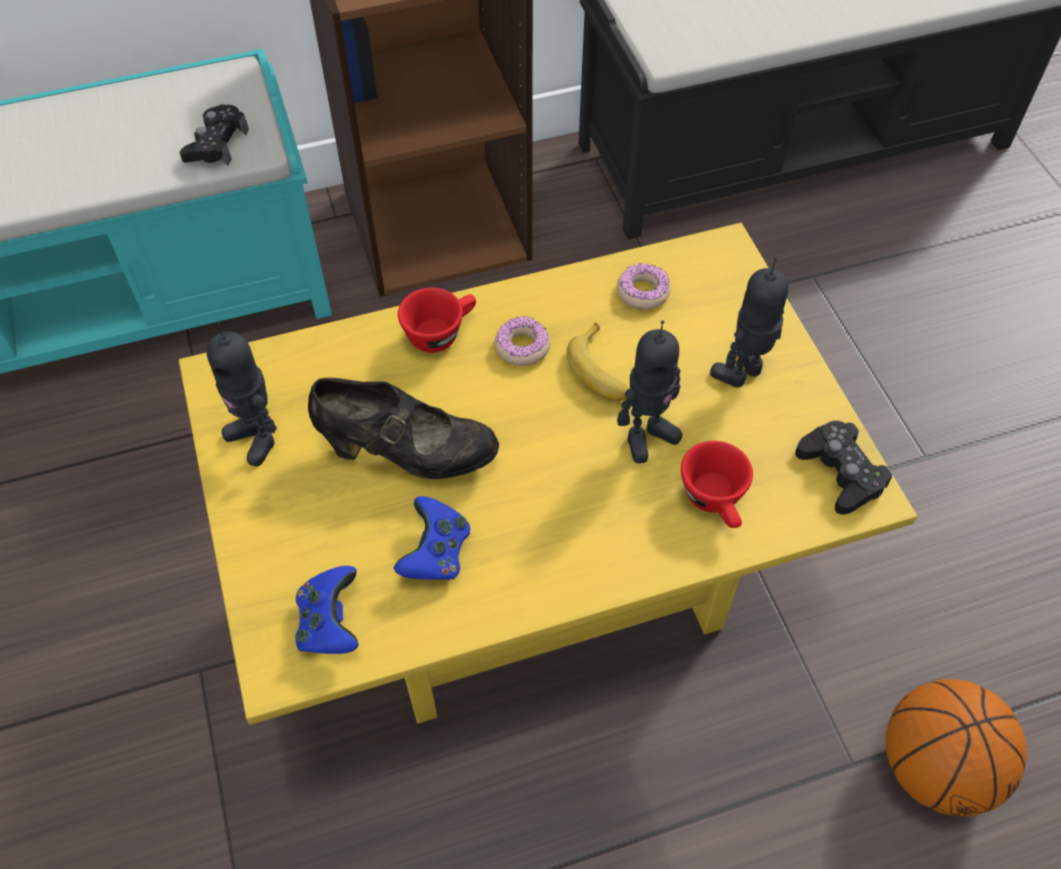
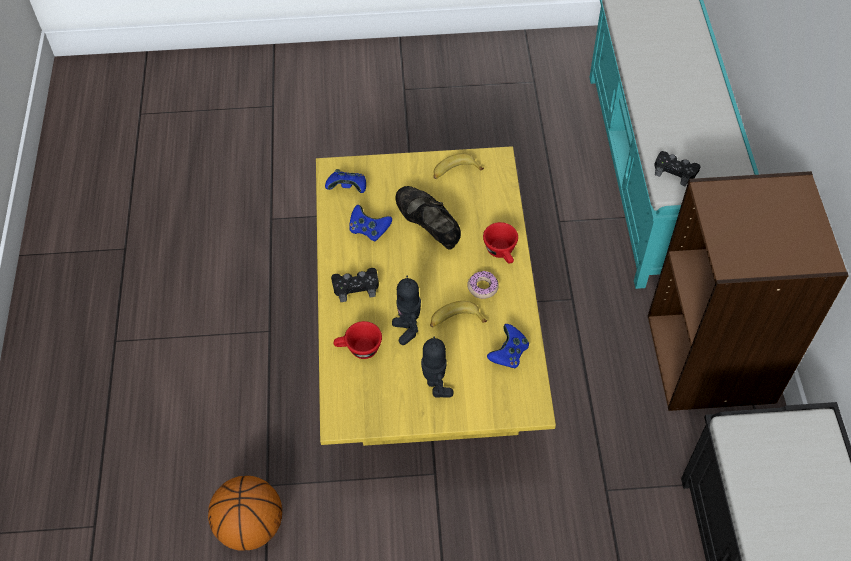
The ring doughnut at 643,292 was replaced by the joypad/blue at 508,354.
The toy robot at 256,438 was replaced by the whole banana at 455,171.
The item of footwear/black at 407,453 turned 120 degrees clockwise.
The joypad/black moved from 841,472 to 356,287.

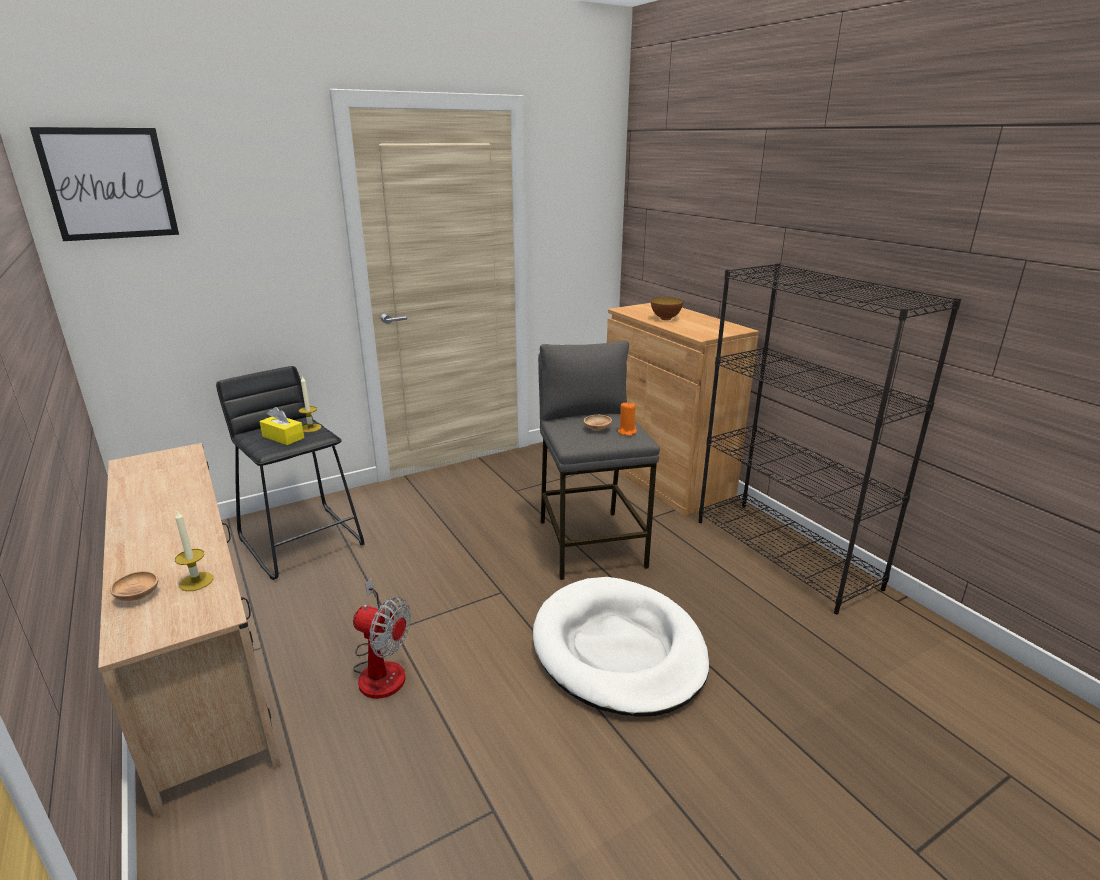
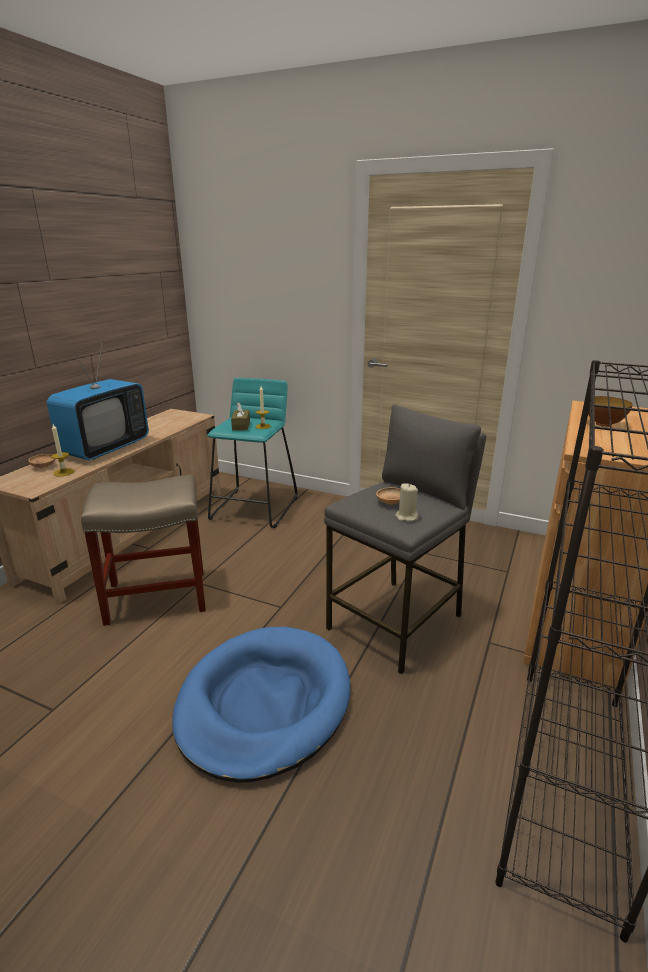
The wall picture at 109,184 disappeared.
The sitting stool/black at 303,541 became the sitting stool/blue-green at 255,508.
The candle/orange at 627,432 became the candle/beige-coloured at 406,517.
The tissue holder/yellow at 283,437 became the tissue holder/brownish at 241,425.
The dog cushion/whitish at 618,650 became the dog cushion/blue at 264,703.
The cooling fan at 381,668 was replaced by the sitting stool/beige-coloured at 159,596.
The TV set at 106,448 appeared.

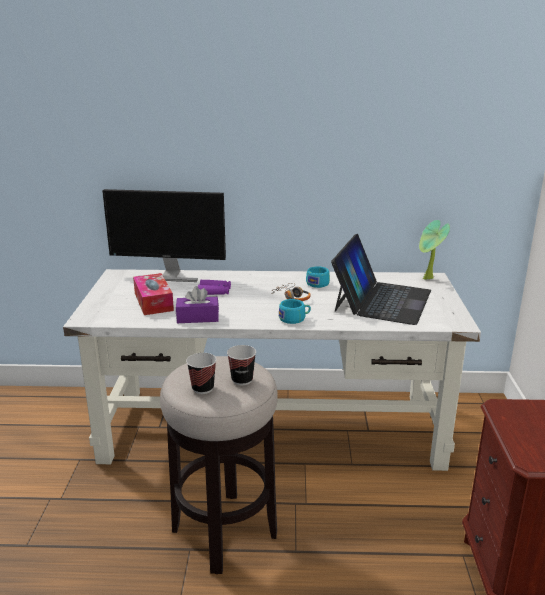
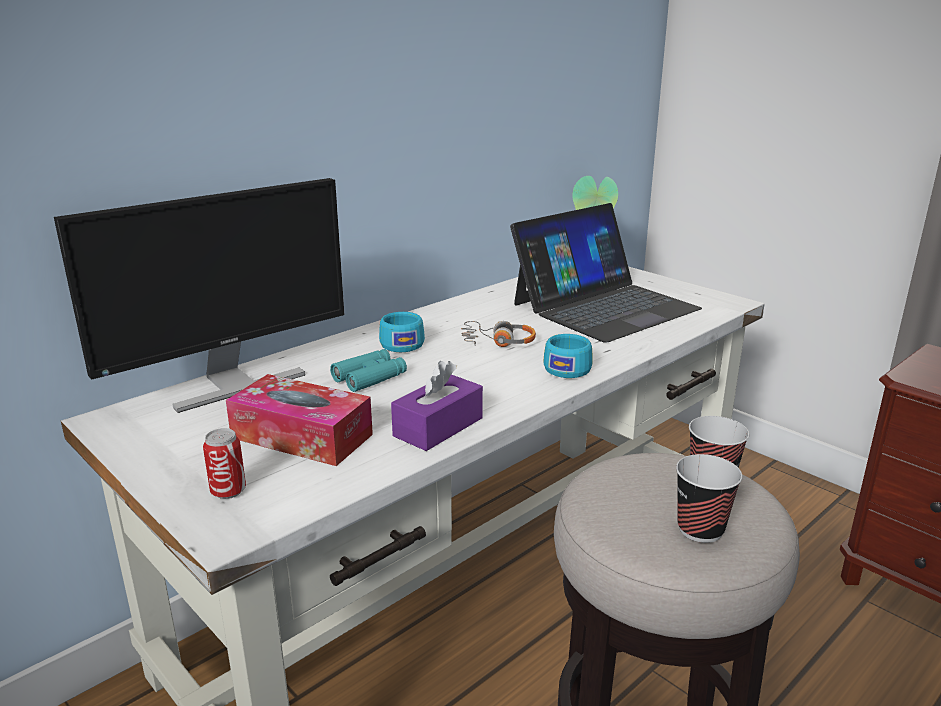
The notebook computer at 381,300 turned 75 degrees clockwise.
The cup/blue-green moved from 319,283 to 401,343.
The field glasses/purplish at 214,291 became the field glasses/blue-green at 370,377.
The can at 228,491 appeared.

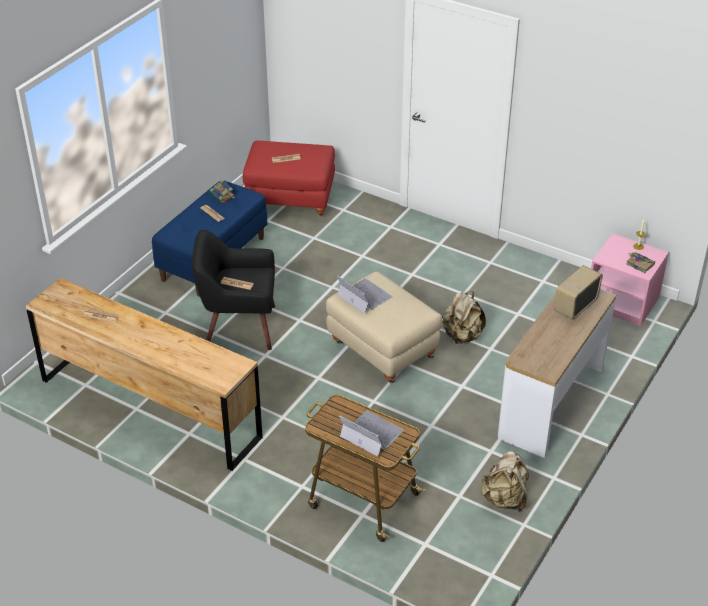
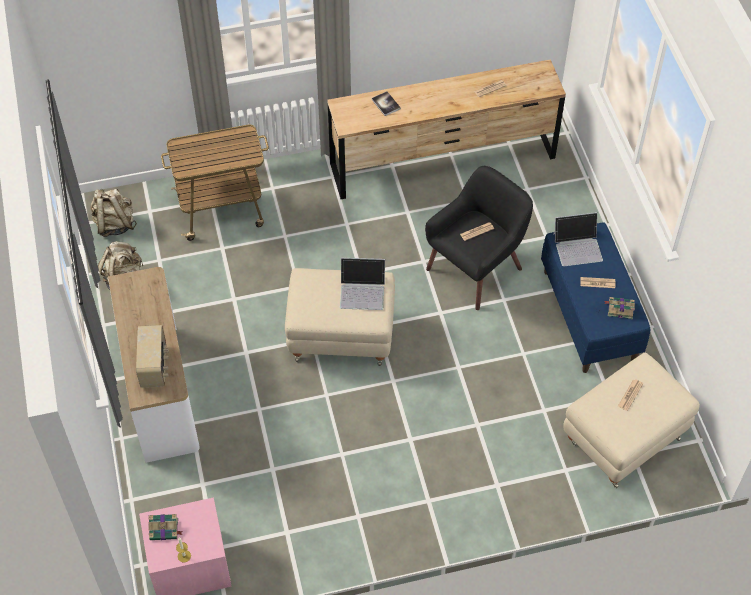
The ottoman/red-coloured at 290,202 became the ottoman/beige-coloured at 623,437.
The rucksack/beige-coloured moved from 462,336 to 114,224.
The notebook computer moved from 371,434 to 578,246.
The bound book at 386,104 appeared.

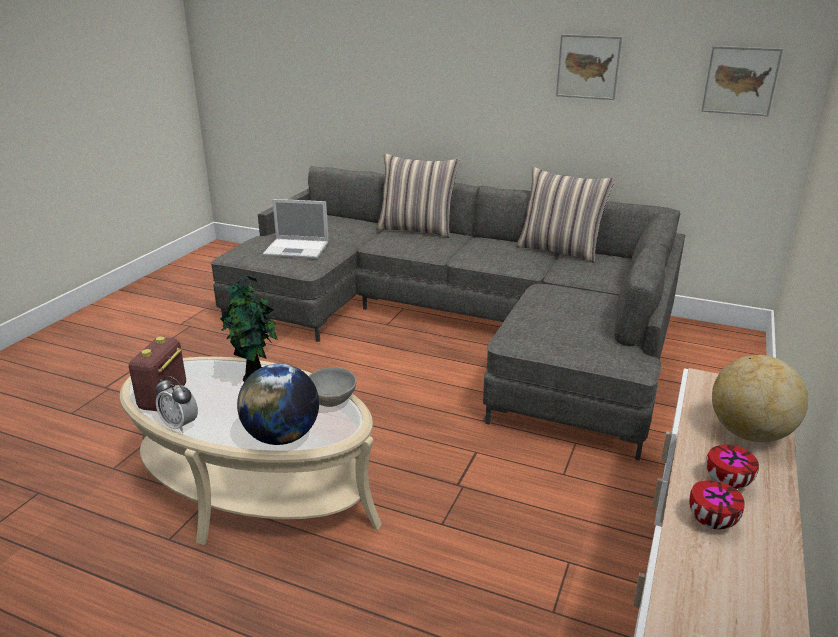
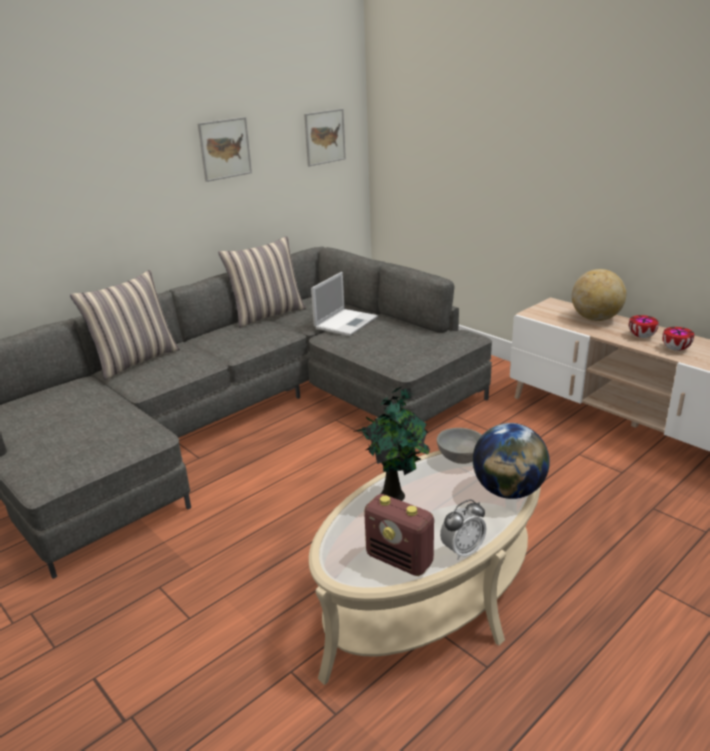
The notebook computer moved from 297,249 to 346,322.

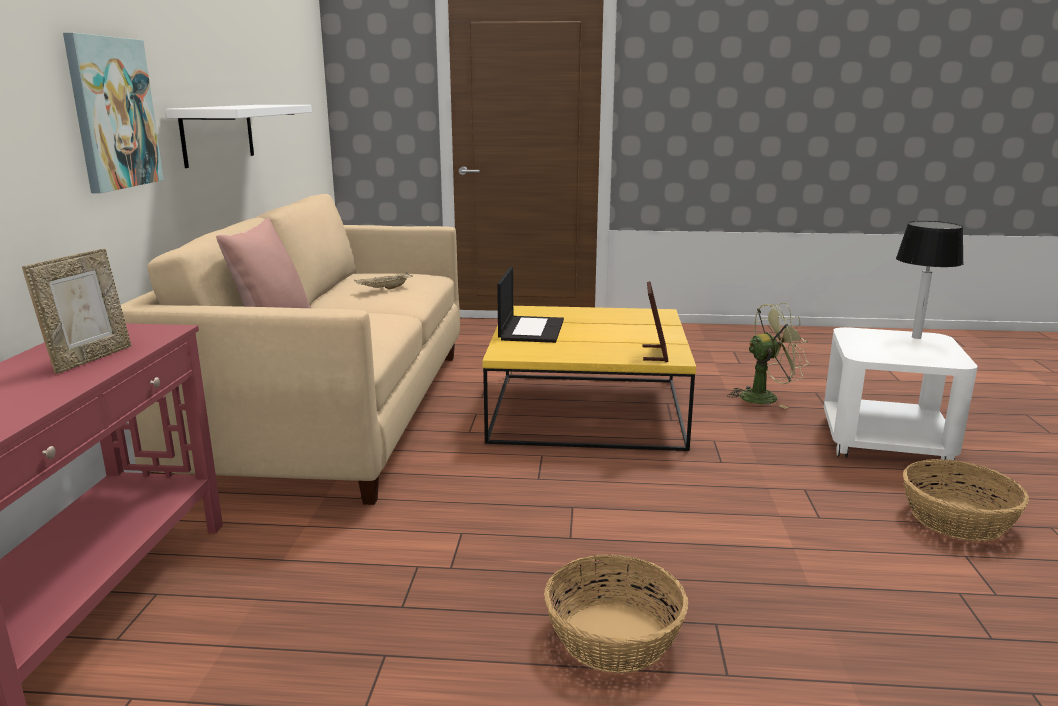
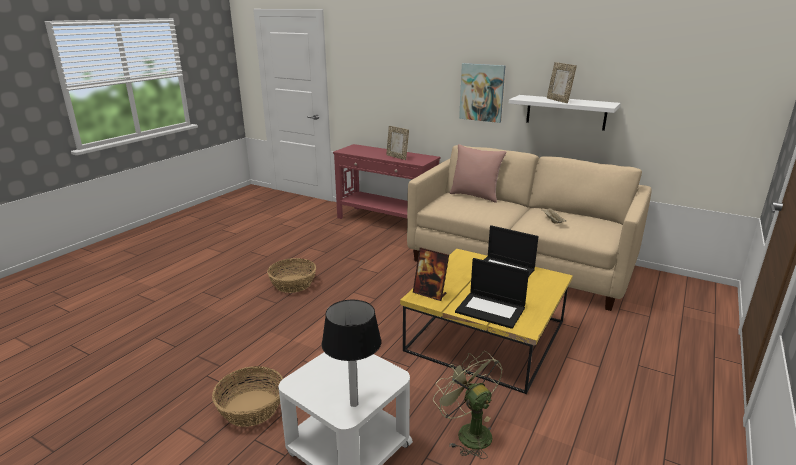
The cooling fan/greenish at 765,397 turned 135 degrees clockwise.
The standing frame at 558,100 appeared.
The notebook computer at 491,310 appeared.

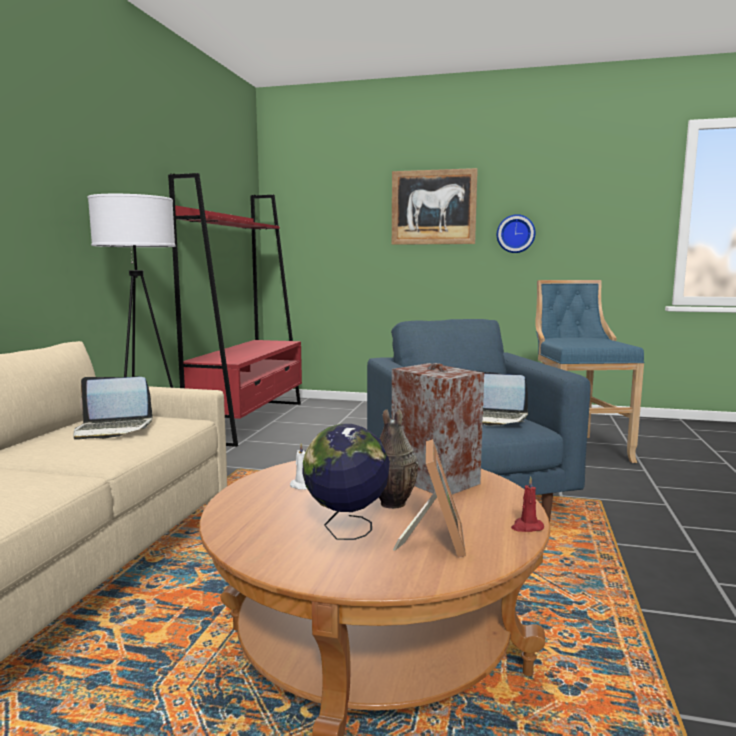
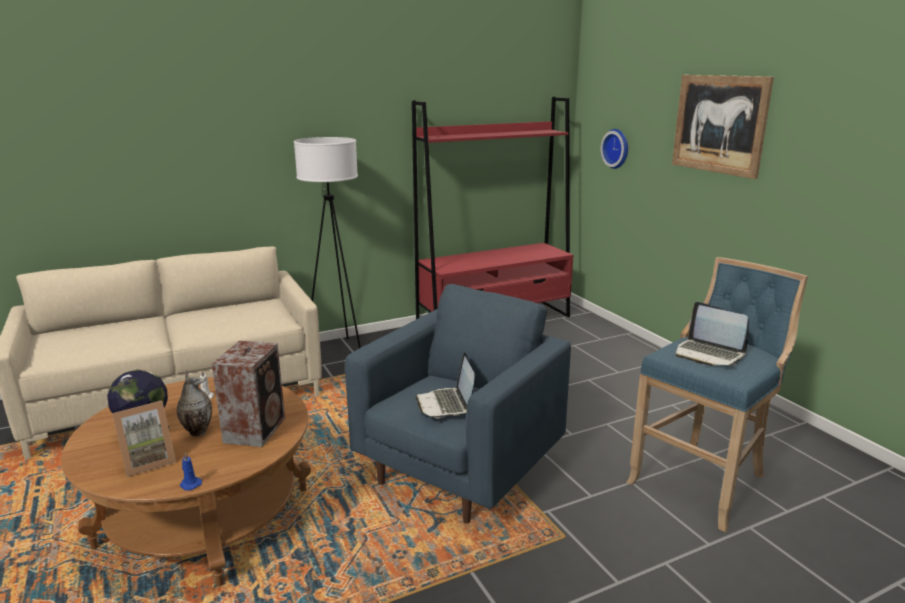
The wall clock moved from 515,234 to 617,148.
The notebook computer moved from 113,429 to 708,354.
The candle/red-coloured at 526,527 became the candle/blue at 190,484.

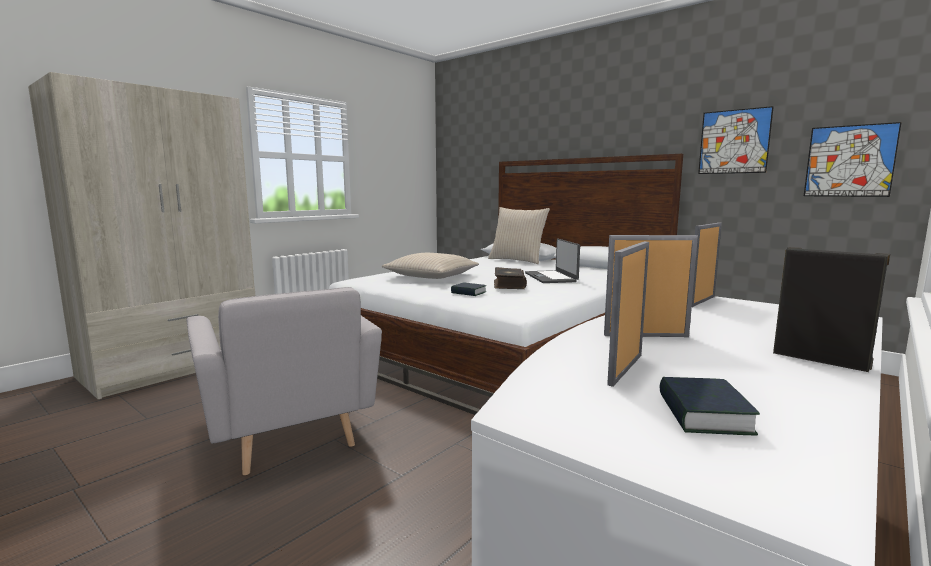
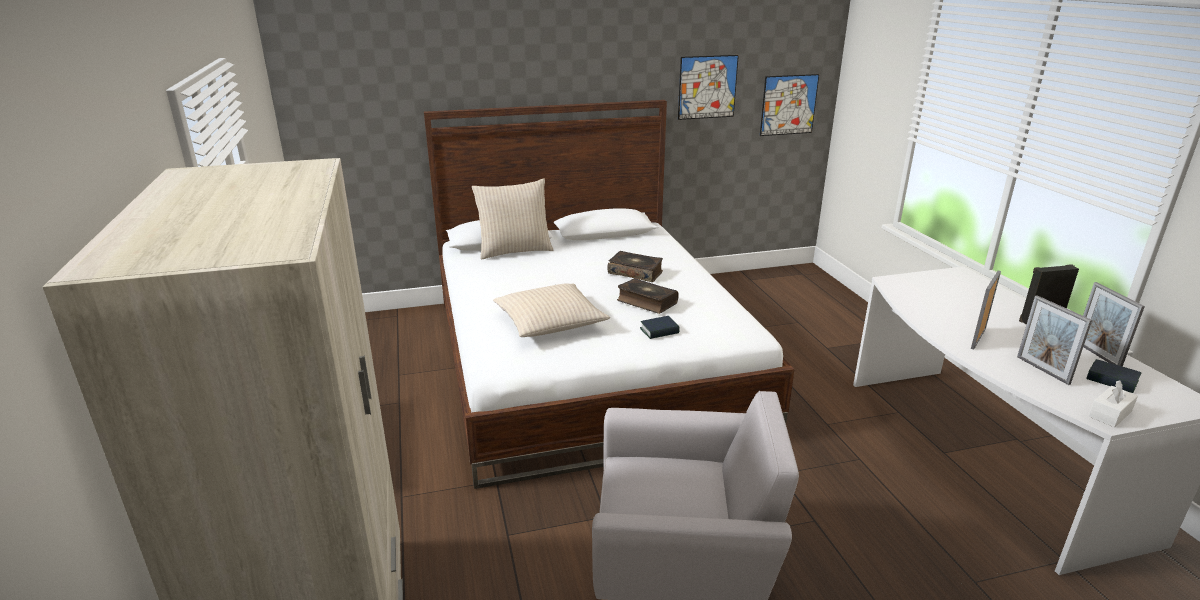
The standing frame moved from 702,301 to 1097,354.
The notebook computer at 551,277 was replaced by the bound book at 635,272.
The tissue holder/whitish at 1110,414 appeared.

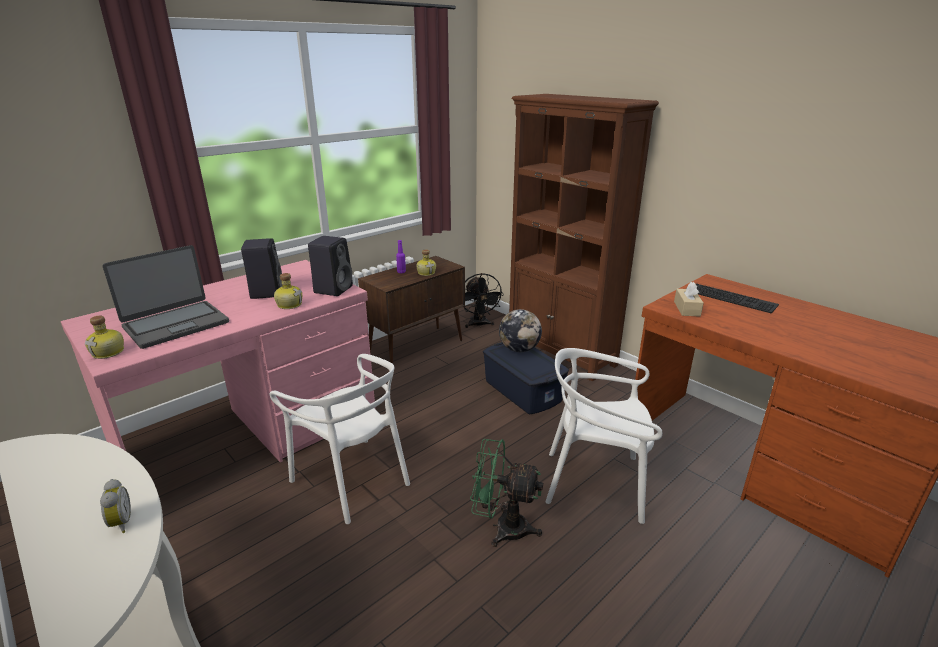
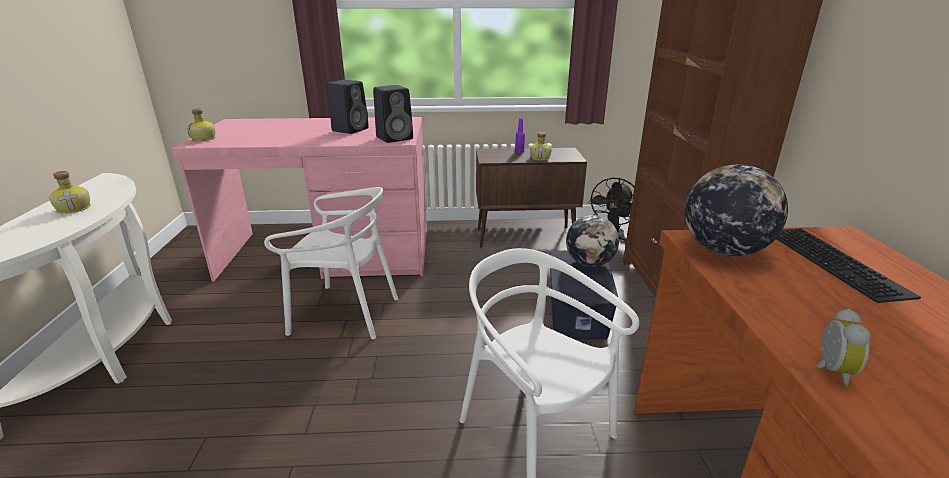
The notebook computer at 176,324 disappeared.
The beverage bottle moved from 289,304 to 75,208.
The tissue holder/beige-coloured at 687,309 was replaced by the world globe at 723,251.
The upright chair/whitish at 352,479 turned 75 degrees counterclockwise.
The cooling fan/greenish at 502,527 disappeared.
The bedside clock moved from 119,524 to 829,371.

